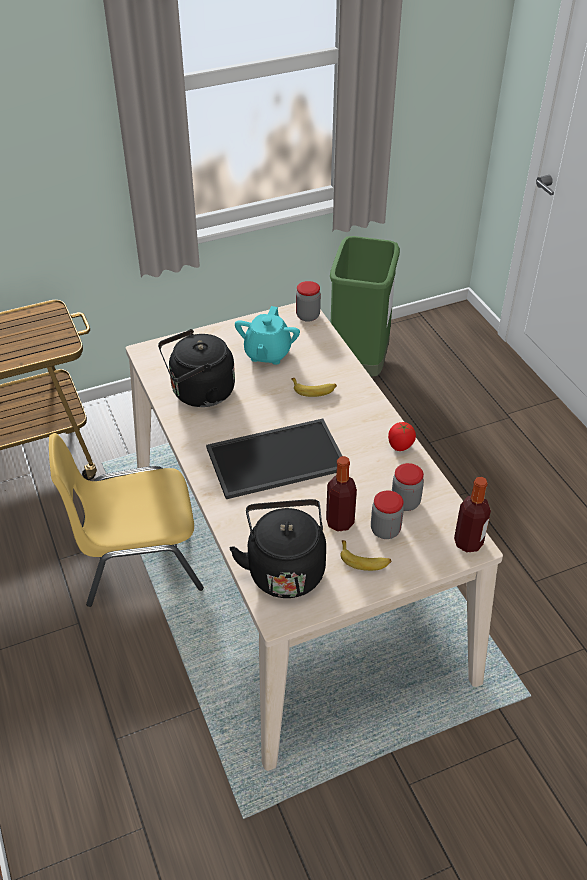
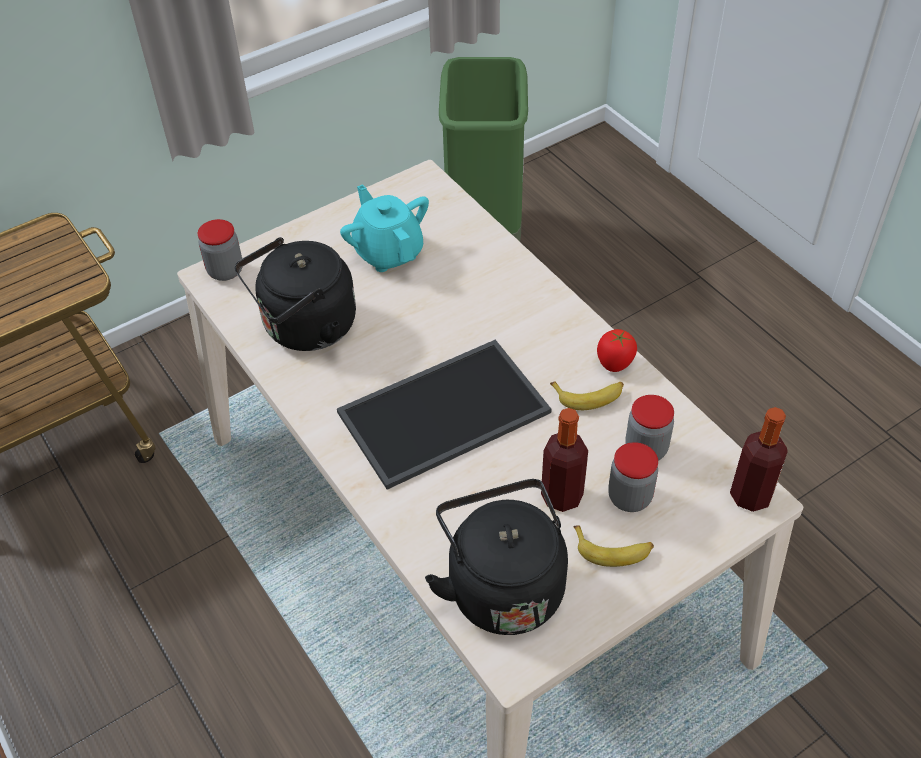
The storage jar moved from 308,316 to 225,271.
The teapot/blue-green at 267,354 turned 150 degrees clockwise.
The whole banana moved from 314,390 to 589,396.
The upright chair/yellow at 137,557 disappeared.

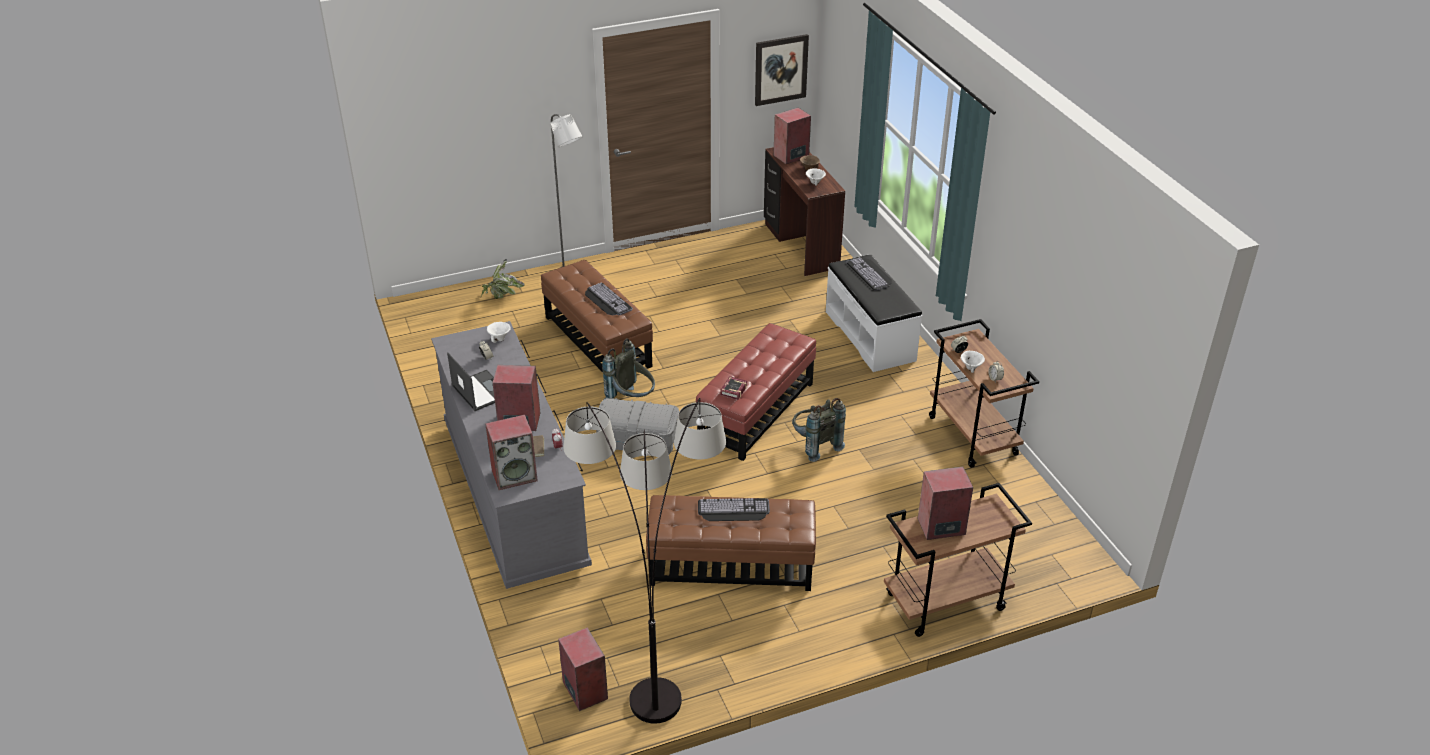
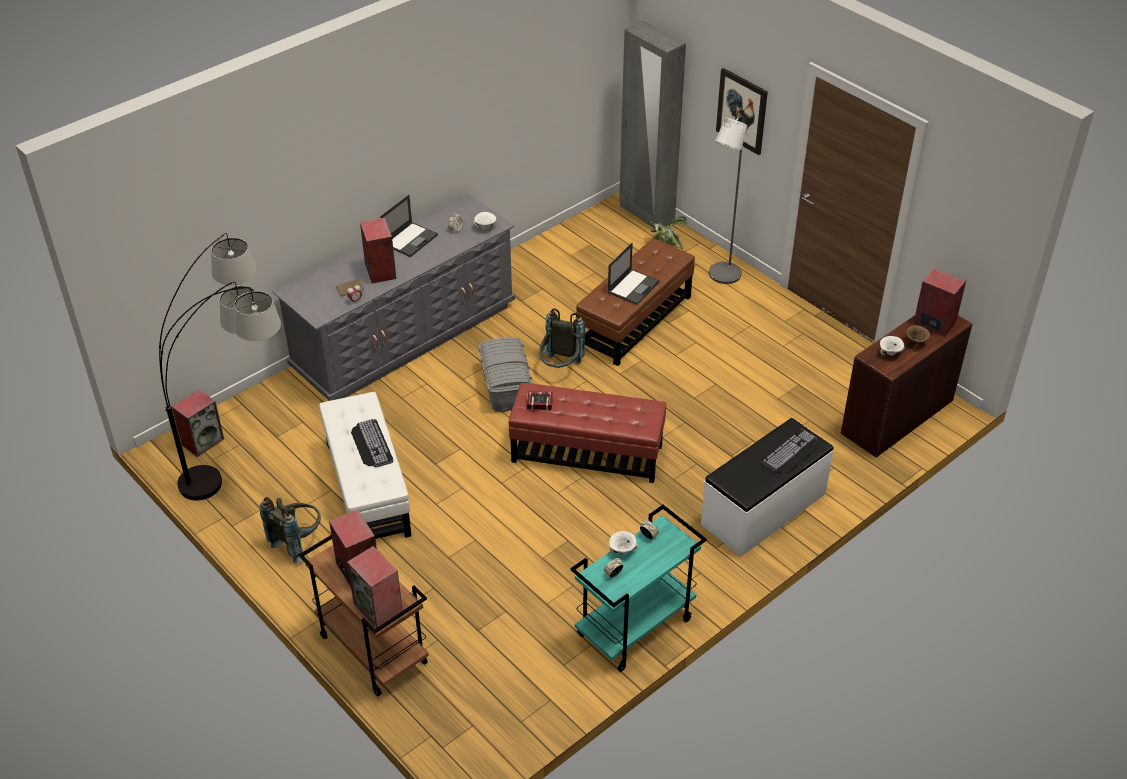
The wall picture moved from 781,69 to 742,111.
The PC keyboard at 606,300 was replaced by the notebook computer at 633,286.
The wheeled cart/brownish at 973,436 became the wheeled cart/blue-green at 634,629.
The rucksack/greyish moved from 814,445 to 298,541.
The speaker moved from 515,475 to 379,608.
The ottoman/brownish at 731,566 became the ottoman/whitish at 367,489.
The armoire/greyish at 646,214 appeared.

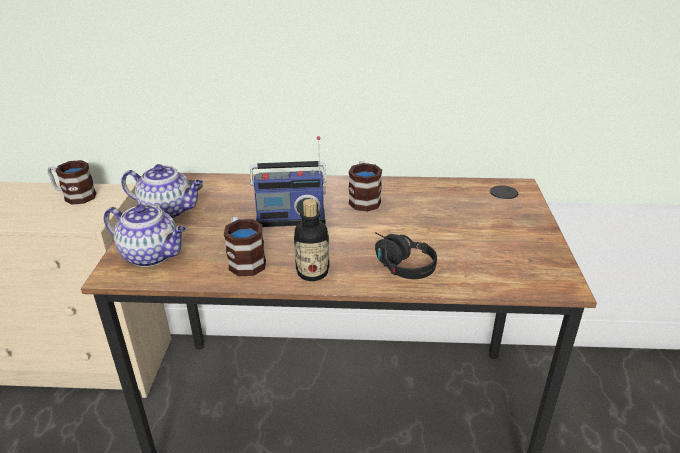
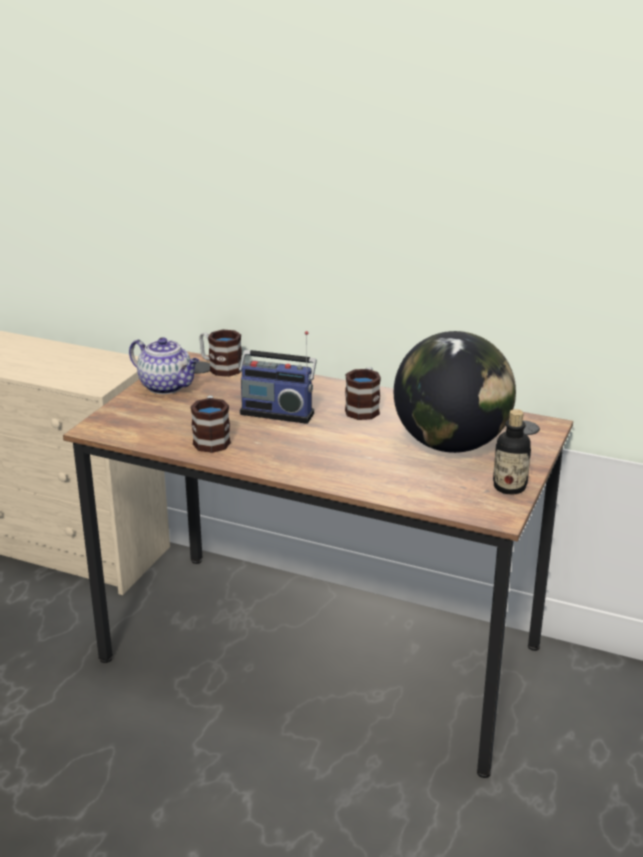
The coffee mug moved from 74,196 to 220,368.
The beverage bottle moved from 312,272 to 509,487.
The teapot at 152,255 disappeared.
The headphones/black at 397,264 disappeared.
The world globe at 451,445 appeared.

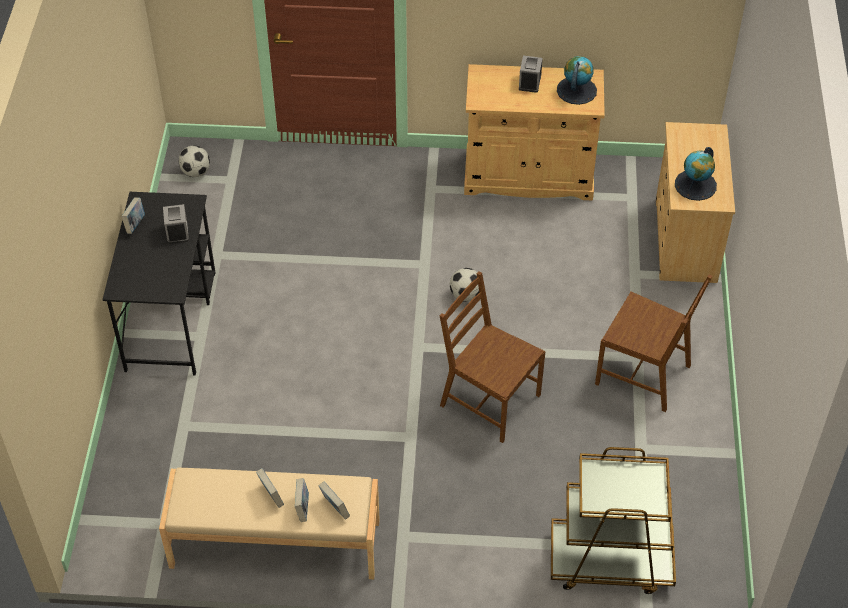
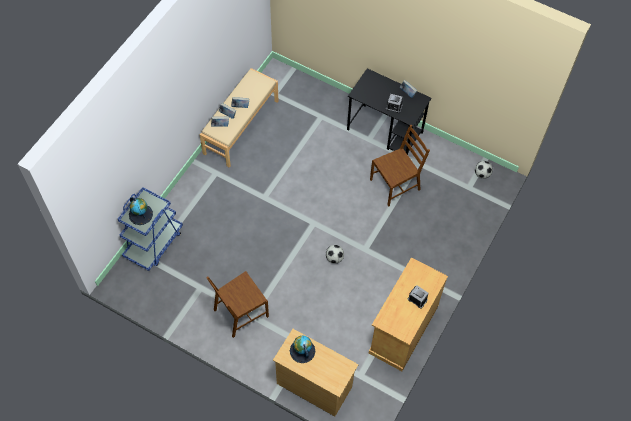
The world globe moved from 576,90 to 141,214.
The upright chair/brownish moved from 488,401 to 395,184.
The wheeled cart/brownish at 610,561 became the wheeled cart/blue at 154,243.

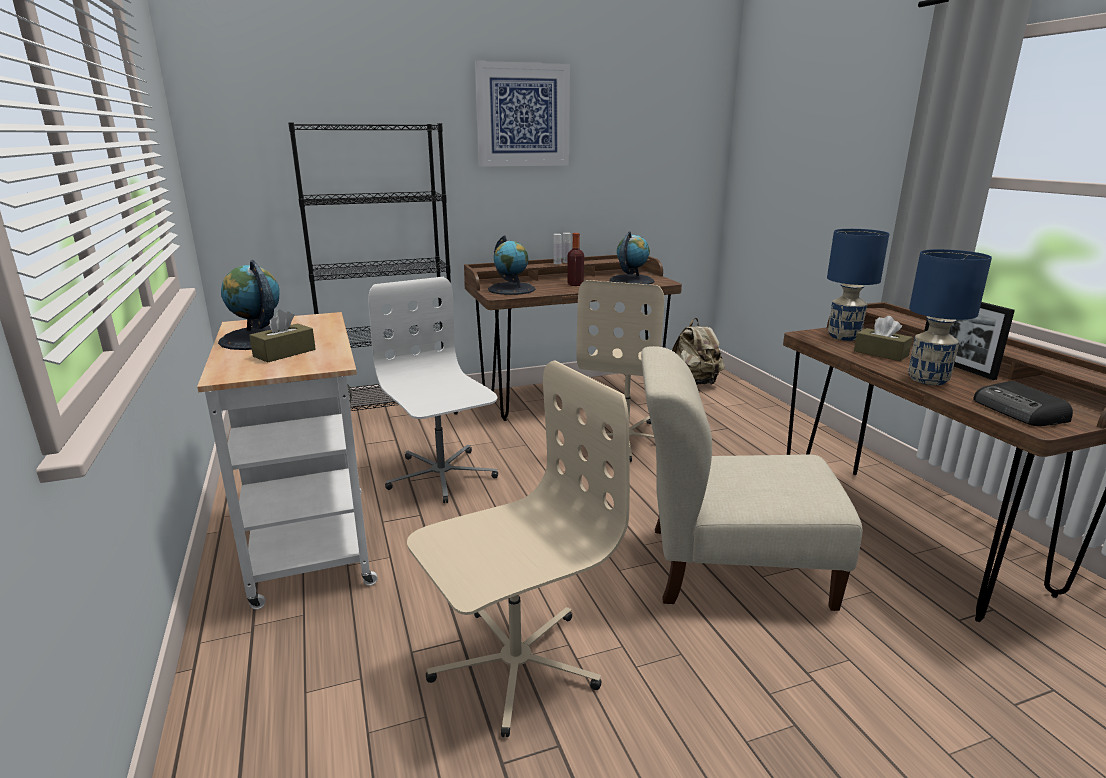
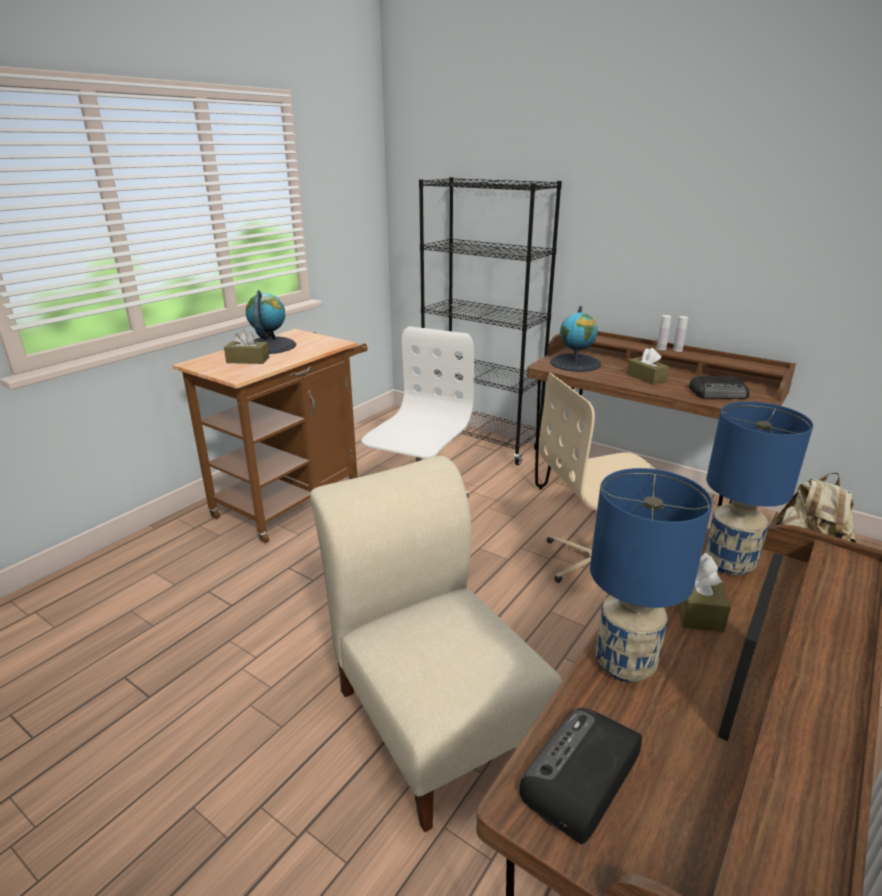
The wall picture at 523,115 disappeared.
The world globe at 631,281 was replaced by the radio receiver at 719,393.
The beverage bottle at 575,284 was replaced by the tissue holder/brownish at 646,377.
The wheeled cart/whitish at 311,537 became the wheeled cart/brownish at 295,497.
The office chair/beige-coloured at 514,663 disappeared.

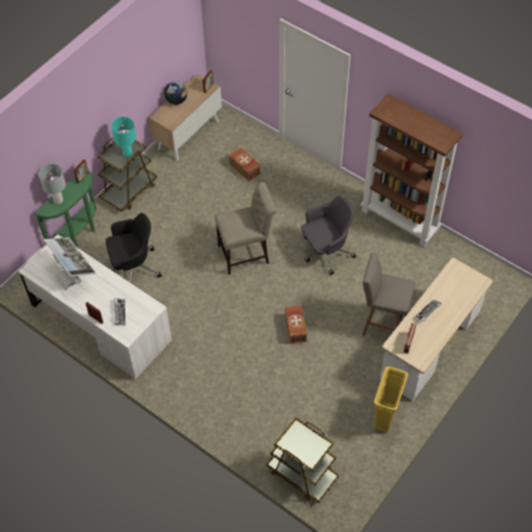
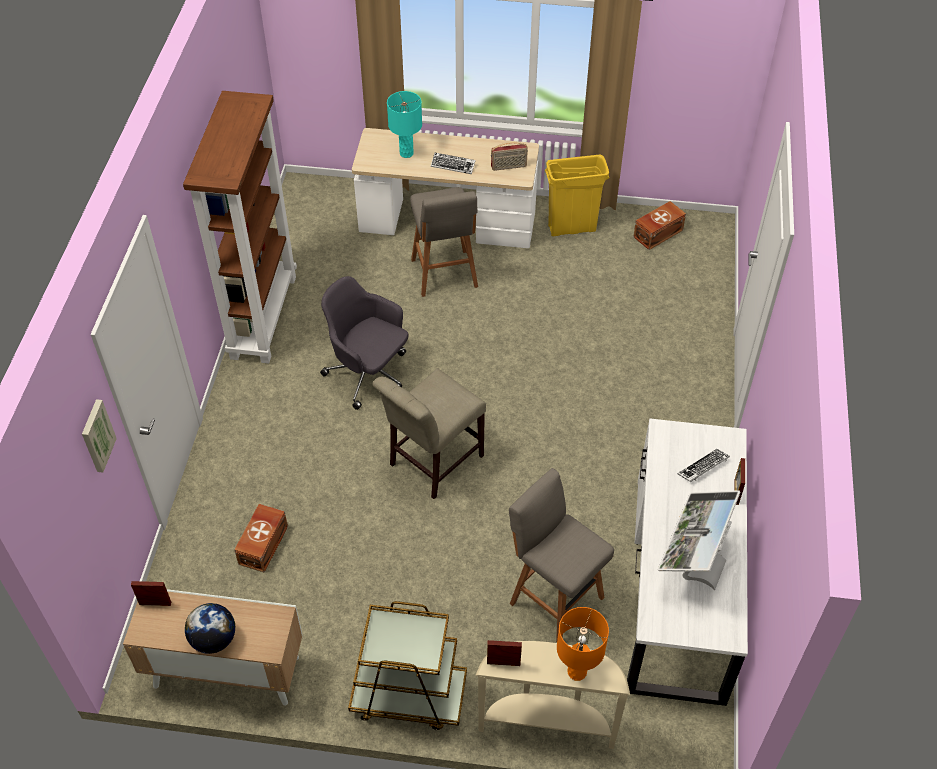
The tabletop lamp/blue-green moved from 127,153 to 406,153.
The tabletop lamp/greyish at 58,200 became the tabletop lamp/orange at 576,671.
The console table/greenish at 78,234 became the console table/beige-coloured at 547,723.
The upright chair/beige-coloured at 246,254 turned 90 degrees counterclockwise.
The office chair/black at 133,267 was replaced by the sitting stool/greyish at 554,598.
The storage bin/brownish moved from 296,328 to 657,233.
The wheeled cart/brownish at 302,473 disappeared.
The wall picture at 96,435 appeared.

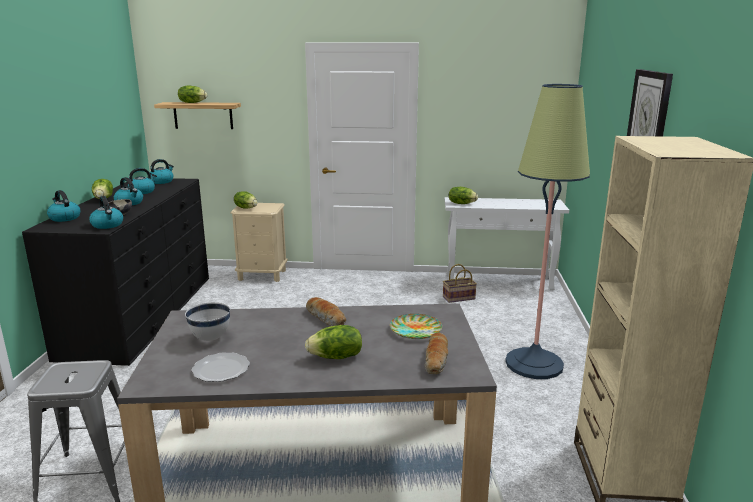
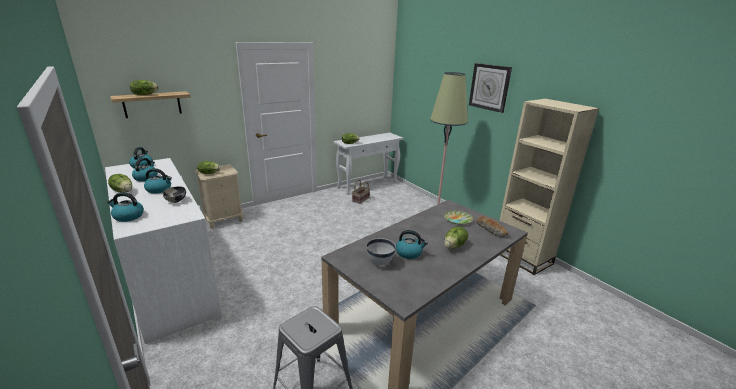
The drawer chest/black at 141,314 became the drawer chest/whitish at 169,278.
The water kettle moved from 108,225 to 409,253.
The bread at 327,318 disappeared.
The flat dish at 220,370 disappeared.

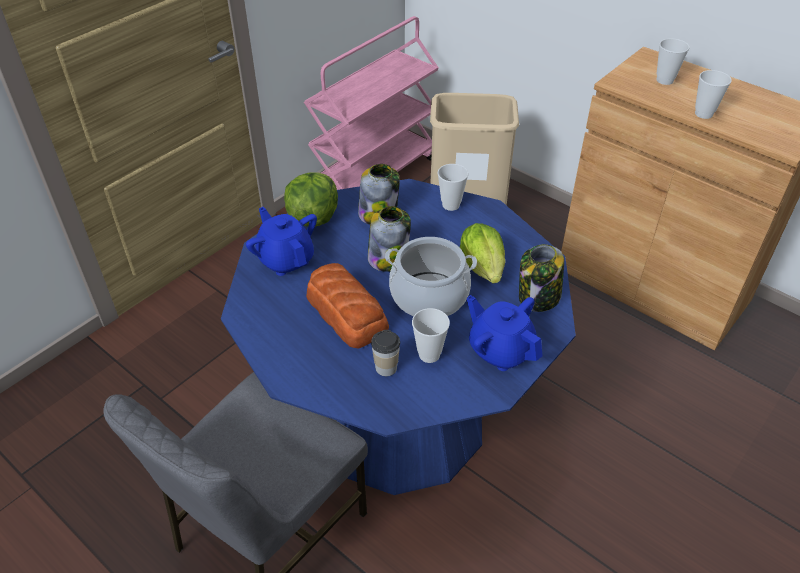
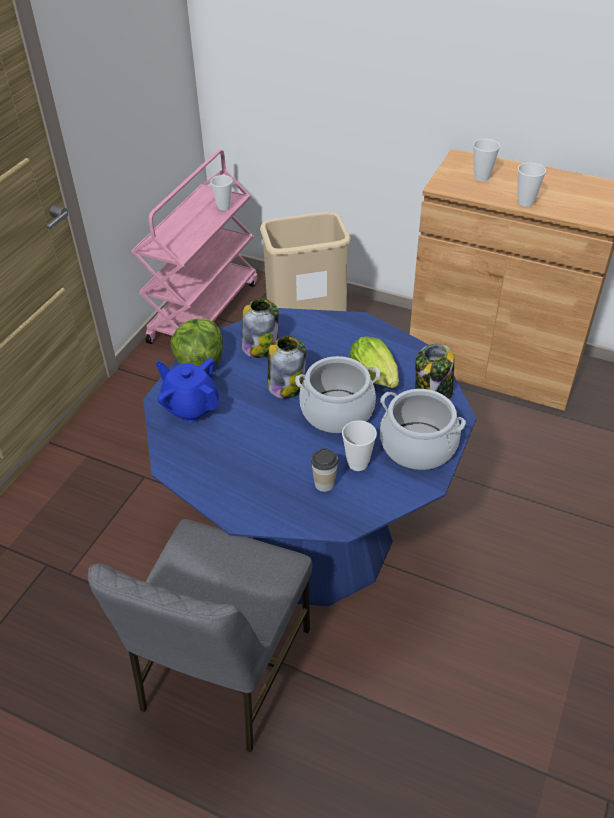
The cup moved from 451,205 to 224,207.
The bread at 346,312 disappeared.
The teapot/blue at 500,350 was replaced by the stockpot at 418,446.

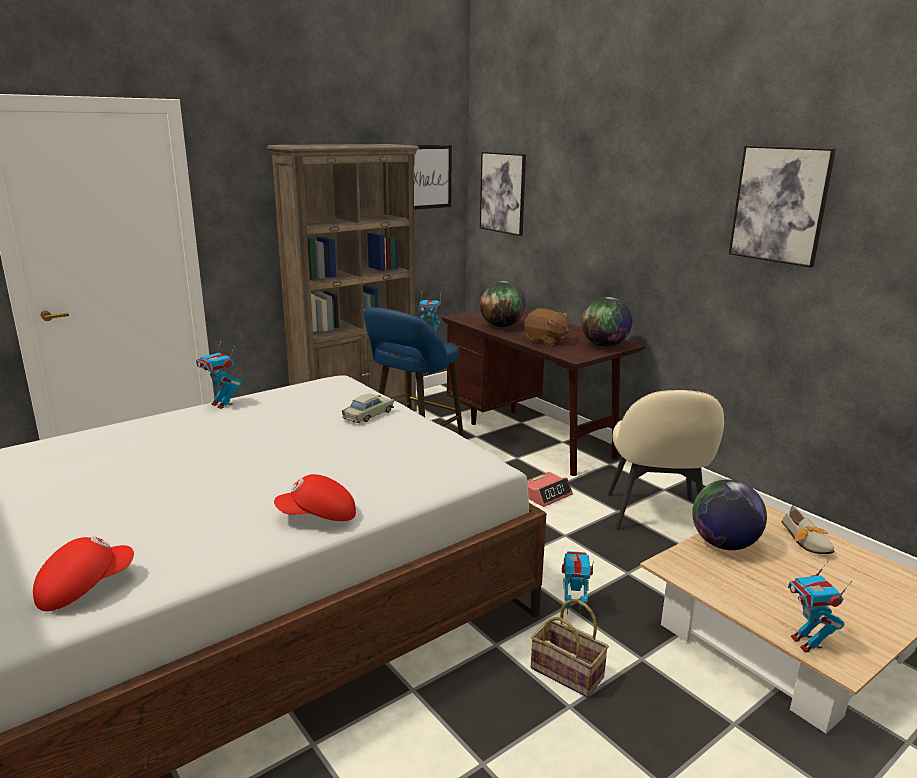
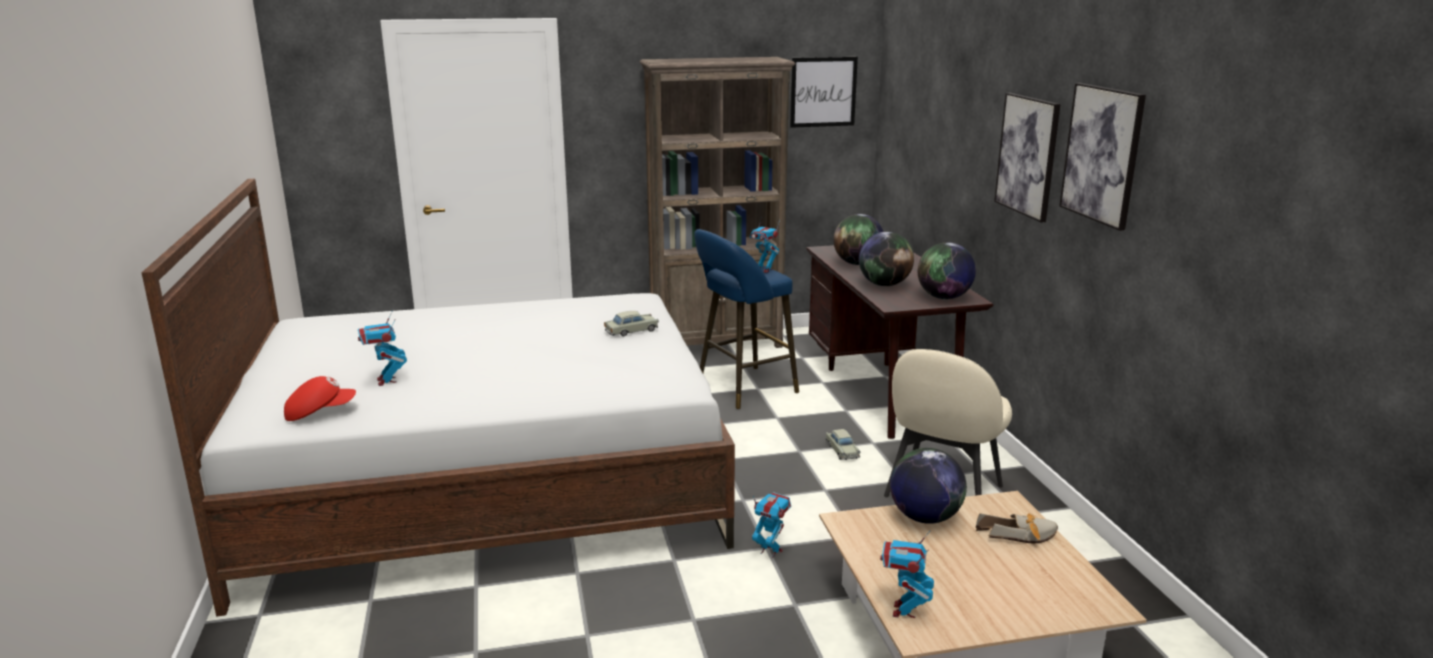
The wall picture moved from 503,193 to 1027,155.
The soft toy/brownish at 545,341 was replaced by the world globe at 884,284.
The toy robot moved from 222,404 to 386,381.
The bedside clock at 546,495 was replaced by the miniature car/beige-coloured at 842,450.
The peaked cap/red-coloured at 318,516 disappeared.
The item of footwear at 807,542 turned 105 degrees counterclockwise.
The basket at 569,673 disappeared.

